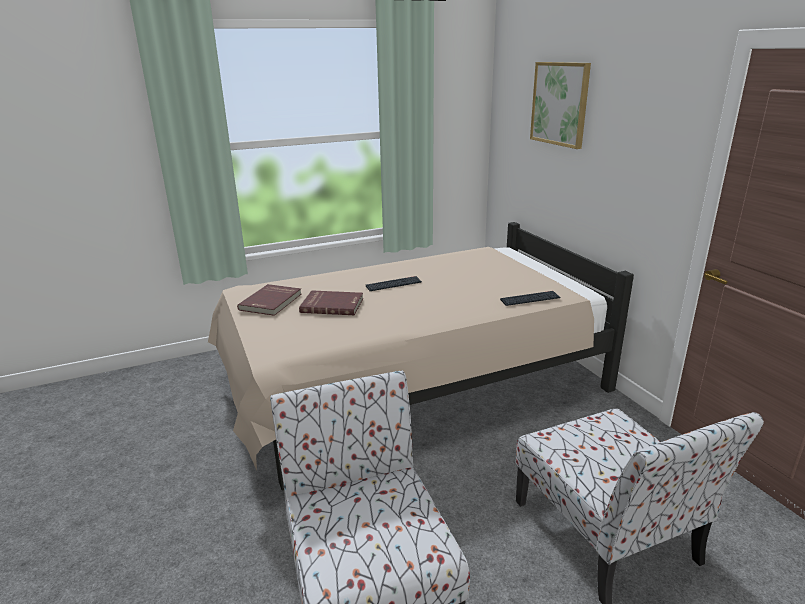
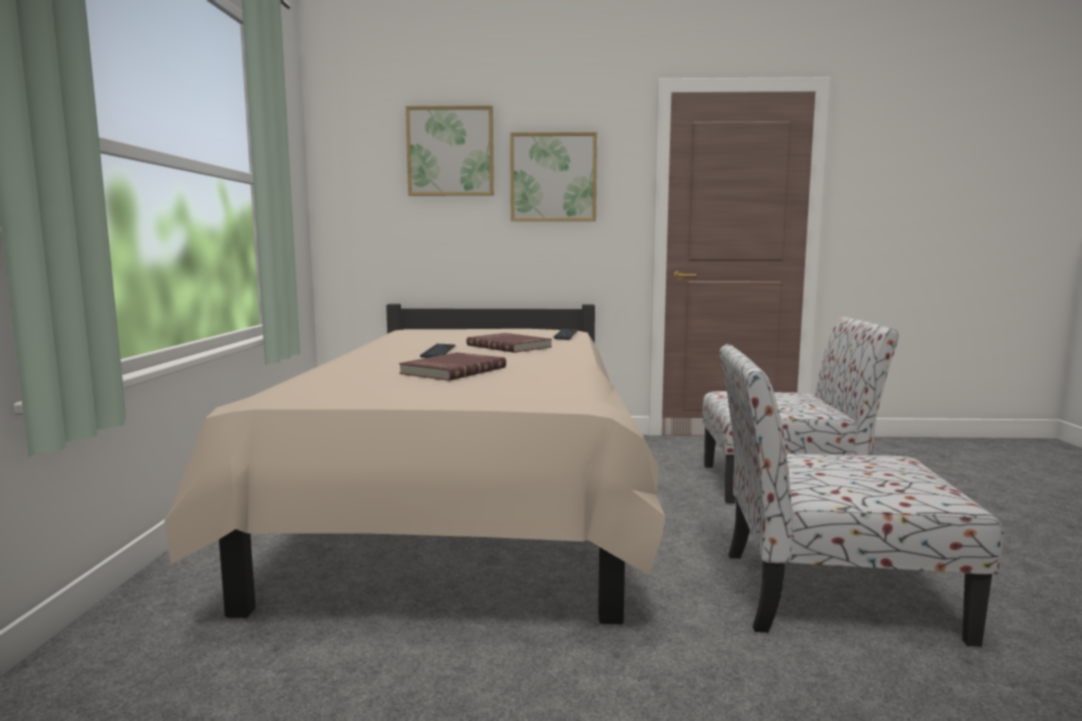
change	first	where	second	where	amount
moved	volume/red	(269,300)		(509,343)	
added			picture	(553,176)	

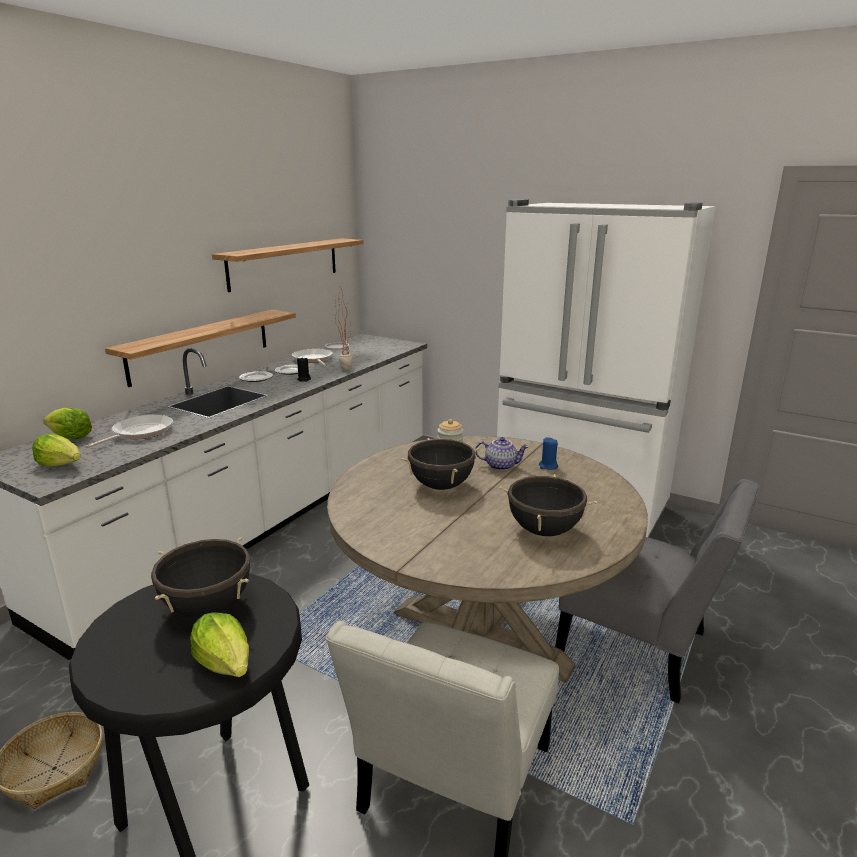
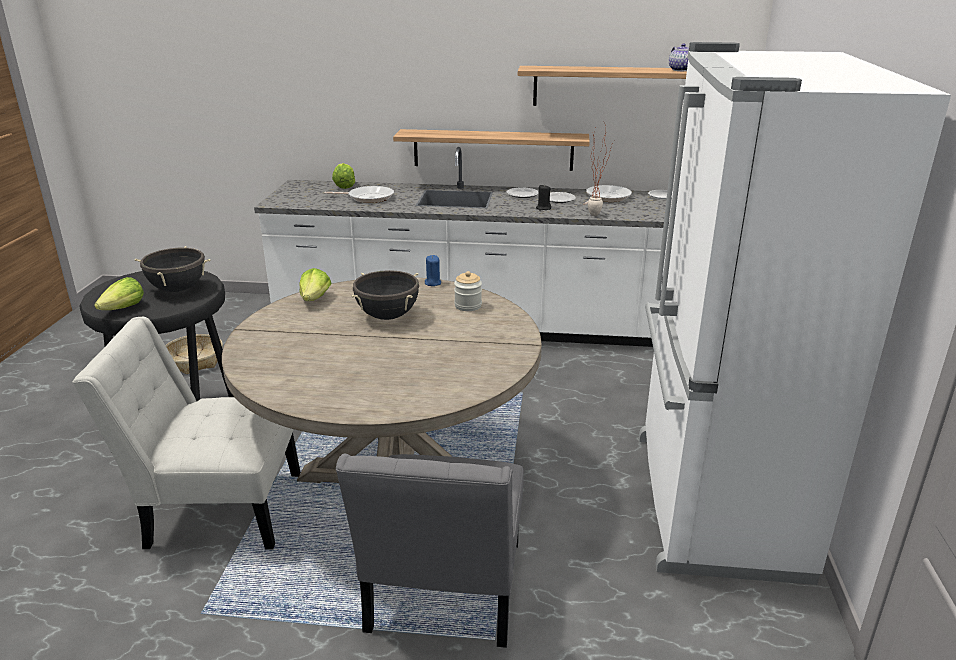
change	first	where	second	where	amount
moved	lettuce	(56,450)		(315,284)	
moved	candle/bluish	(548,453)		(433,270)	
moved	tea pot	(502,454)		(679,57)	
removed	stockpot/blackish	(548,505)			

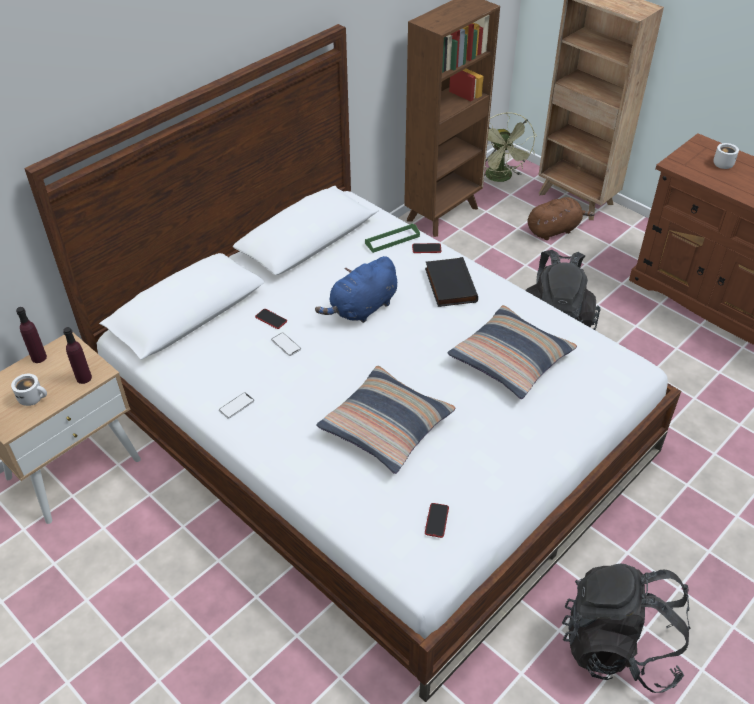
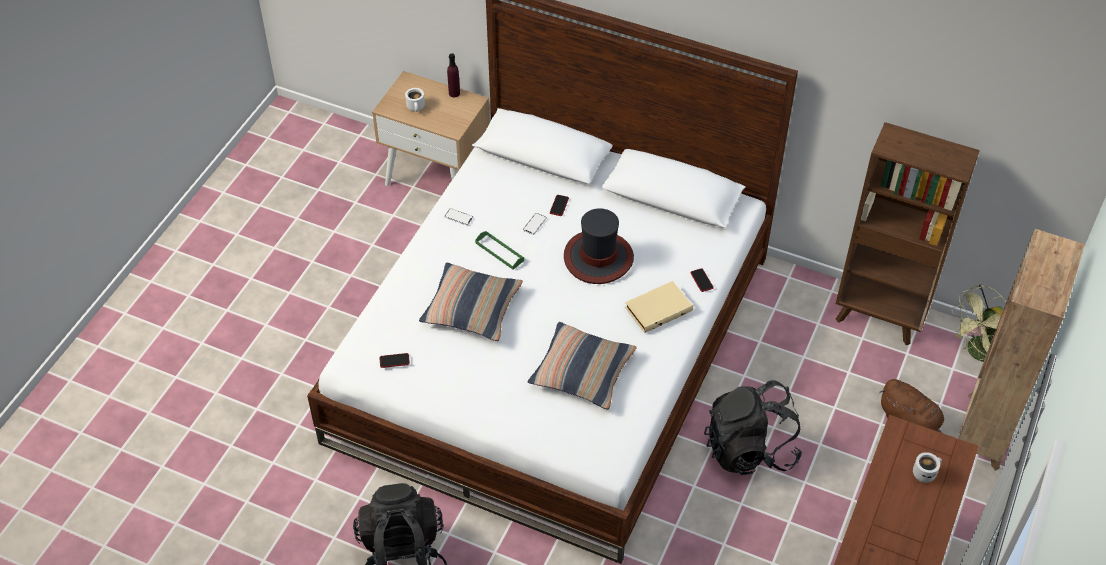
change	first	where	second	where	amount
moved	tray/greenish	(392,238)		(499,250)	
replaced	soft toy/bluish	(356,289)	hat	(599,246)	
recoloured	volume/blackish	(451,282)	volume/beige-coloured	(659,307)	
removed	drink bottle/purplish	(77,355)			

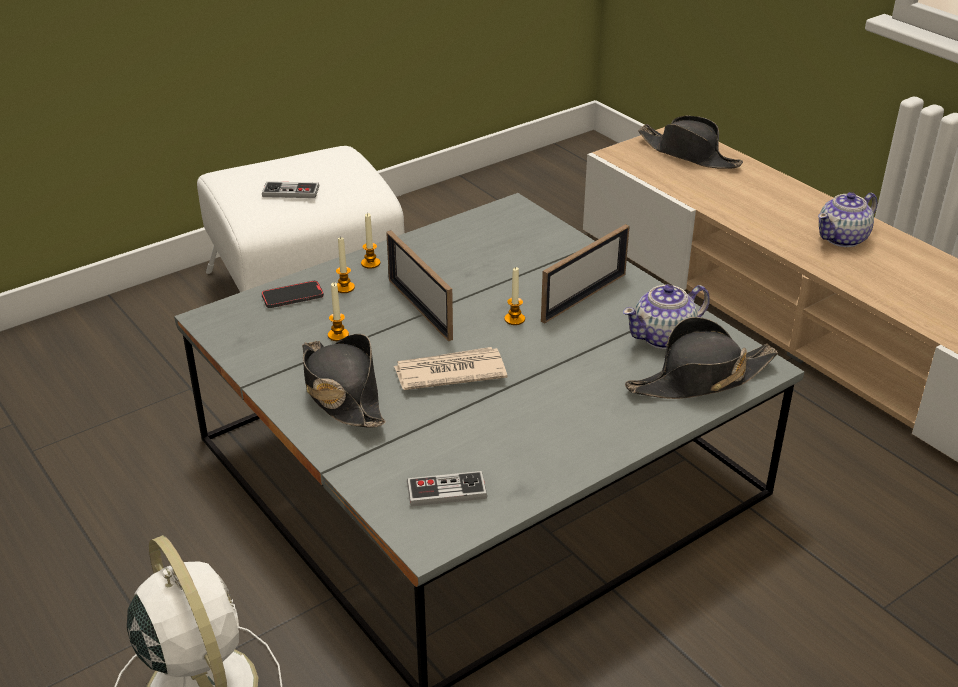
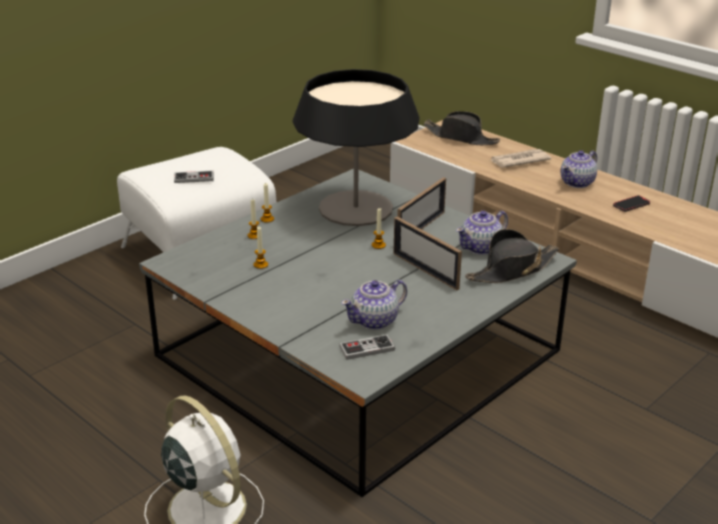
change	first	where	second	where	amount
added			tabletop lamp	(356,147)	
added			tea pot	(374,305)	
moved	standing frame	(419,285)		(427,253)	
moved	newspaper	(450,368)		(520,158)	
moved	telephone	(293,294)		(631,203)	
removed	hat/blackish	(344,381)			

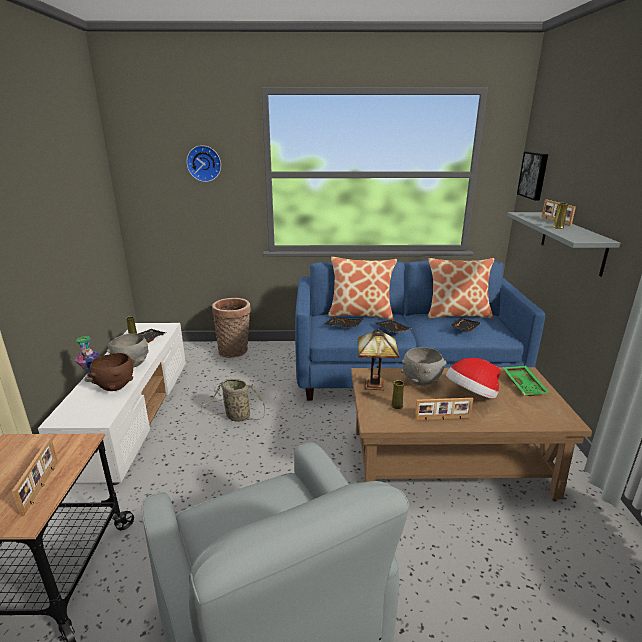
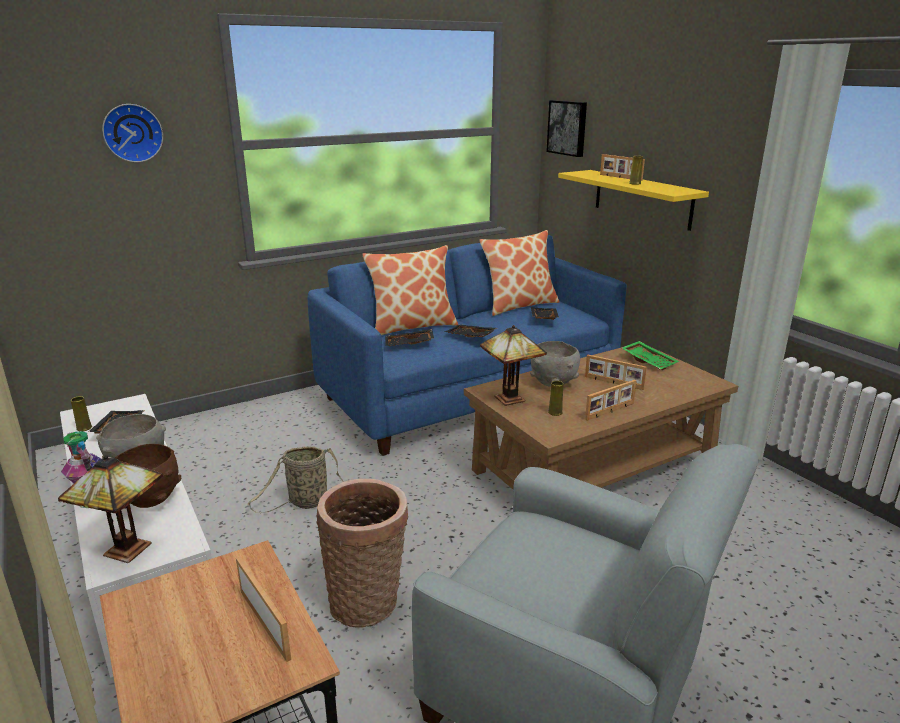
change	first	where	second	where	amount
added			tabletop lamp	(110,509)	
moved	household basket	(231,328)		(362,553)	
recoloured	bracket shelf/grey	(563,244)	bracket shelf/yellow	(633,200)	
replaced	hat	(473,378)	standing frame	(616,372)	

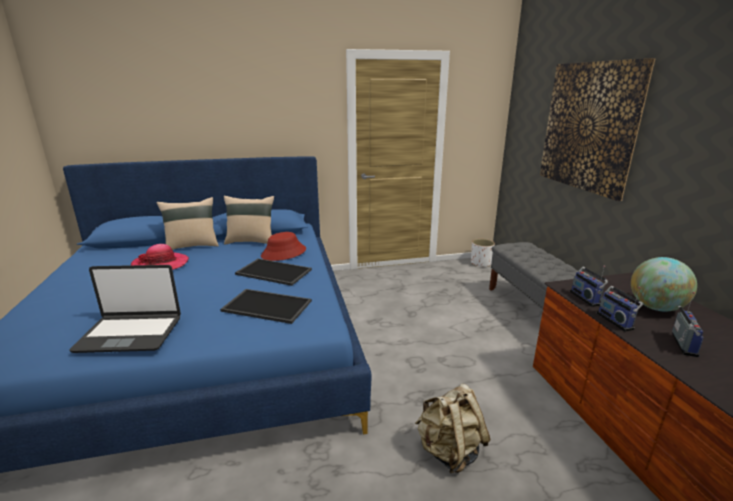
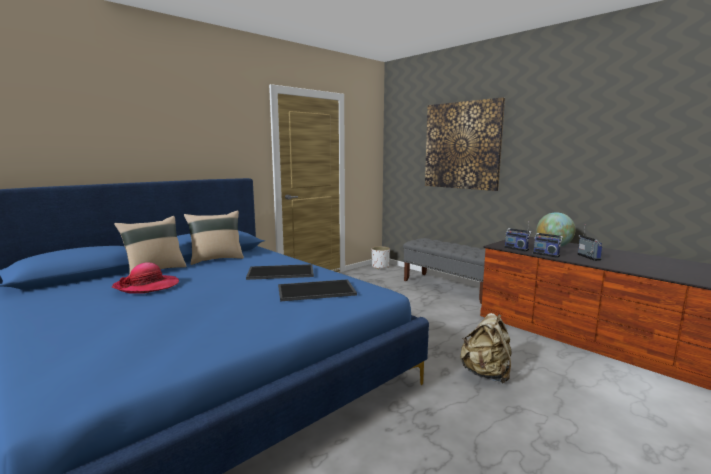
change	first	where	second	where	amount
removed	notebook computer	(125,309)			
removed	hat/red	(283,246)			

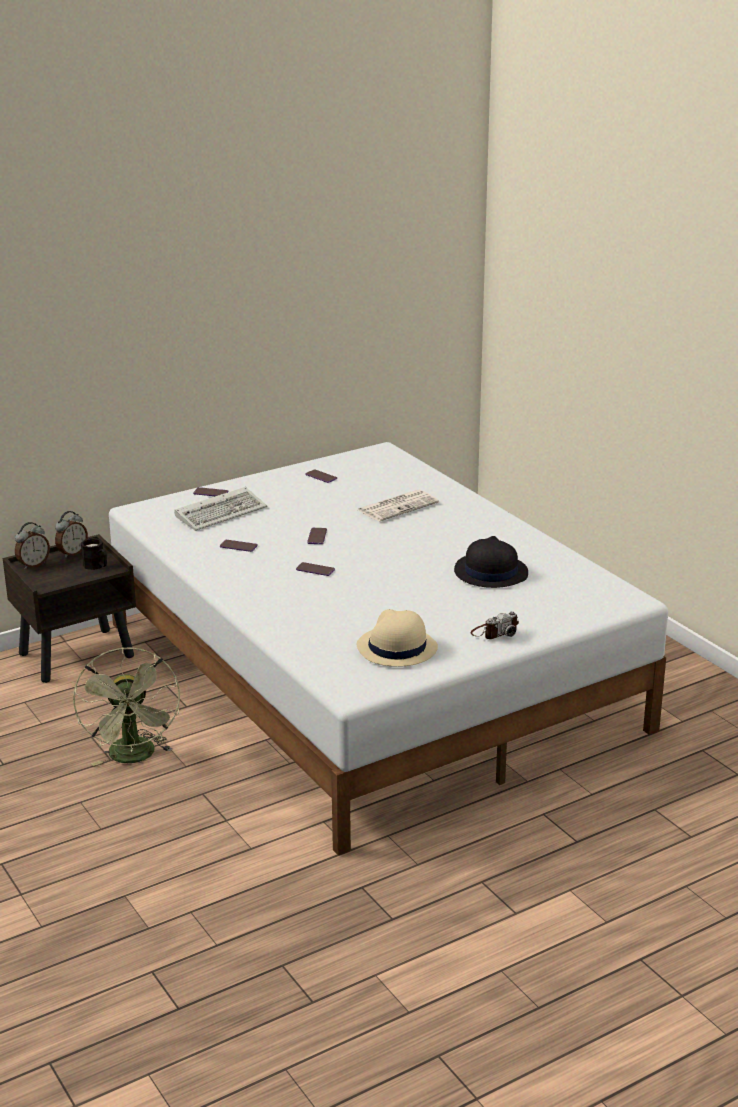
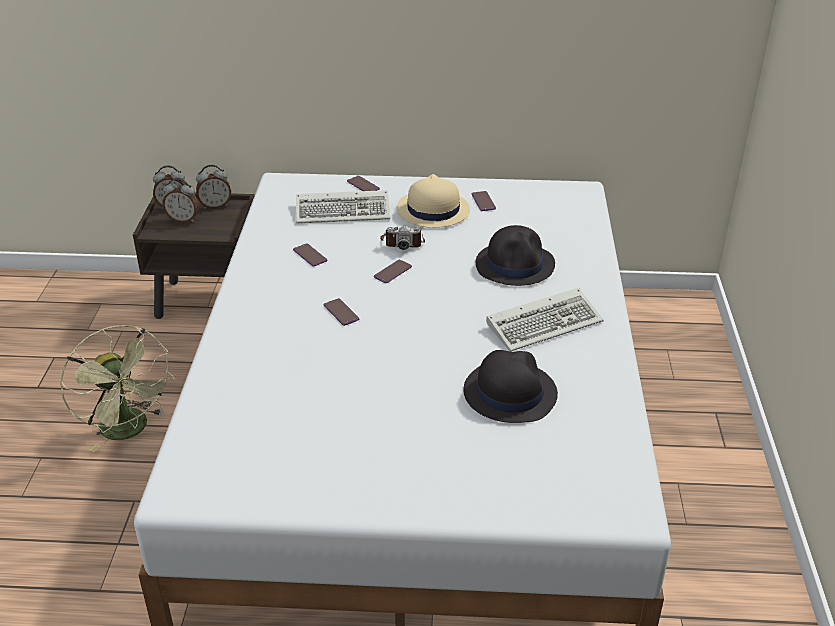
change	first	where	second	where	amount
turned	fan/greenish	(126,706)		(117,388)	60 degrees counterclockwise
added			bedside clock	(180,200)	
moved	still camera	(494,625)		(402,238)	
moved	hat/beige-coloured	(397,638)		(433,201)	
replaced	newspaper	(398,506)	hat/blackish	(515,255)	
added			computer keyboard	(545,319)	
removed	coffee mug/blackish	(94,554)			

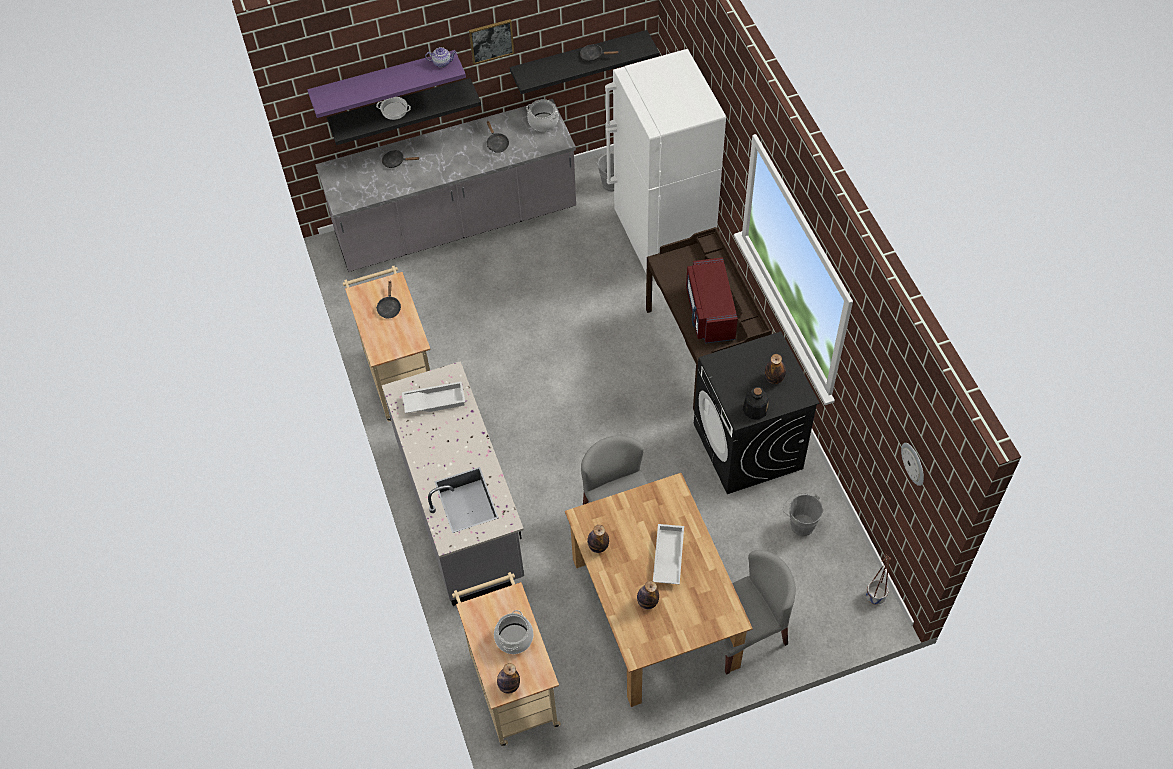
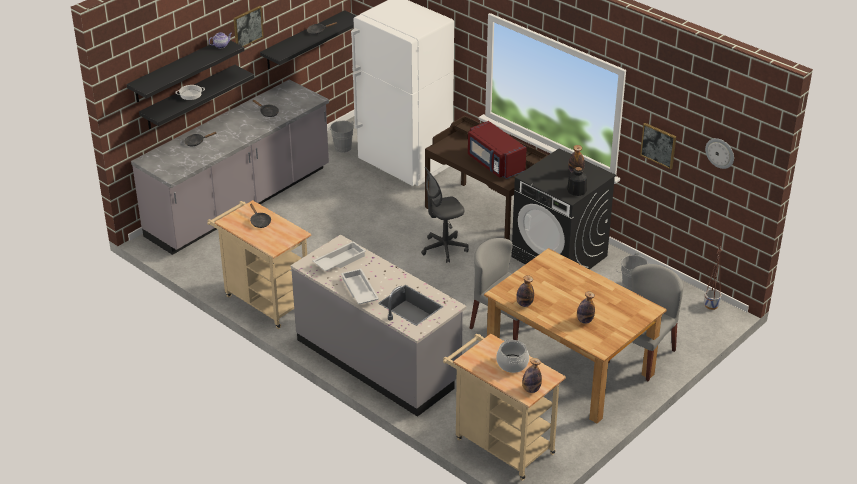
change	first	where	second	where	amount
recoloured	bracket shelf/purplish	(386,84)	bracket shelf/blackish	(185,71)	
moved	tray/white-coloured	(668,554)		(360,286)	
added			desk chair/grey	(445,215)	
added			picture	(658,146)	
removed	stockpot	(542,115)			

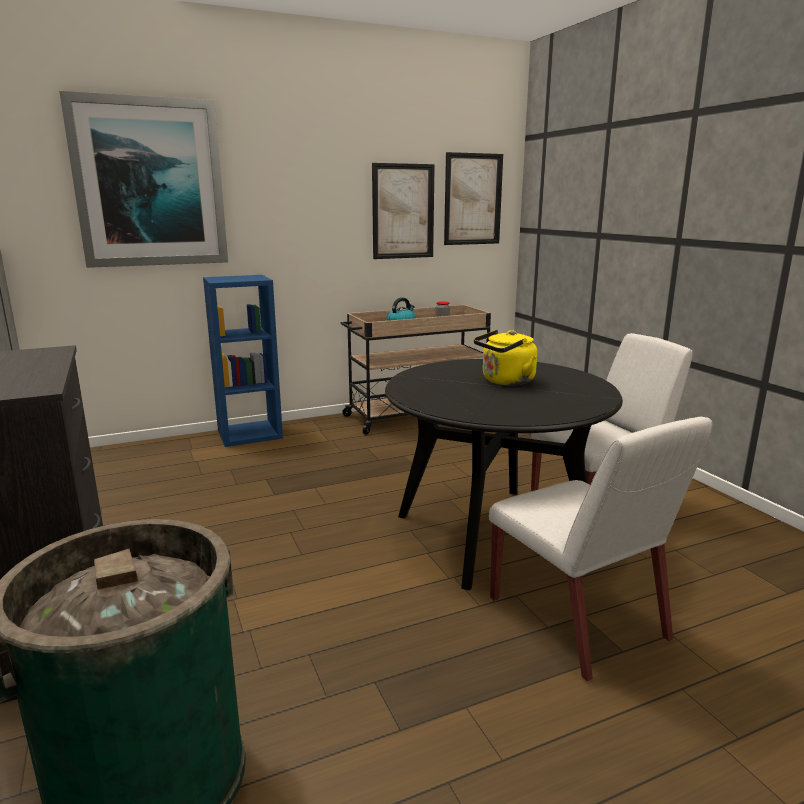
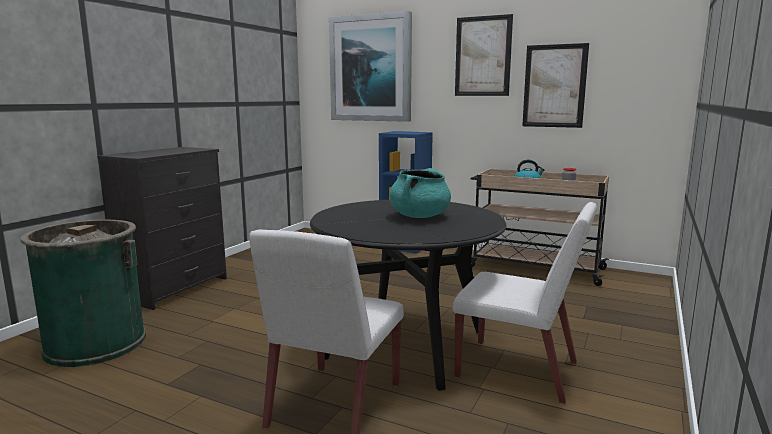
change	first	where	second	where	amount
replaced	water kettle/yellow	(505,358)	stockpot/turquoise-coloured	(420,193)	
moved	picture	(473,198)		(484,55)	

